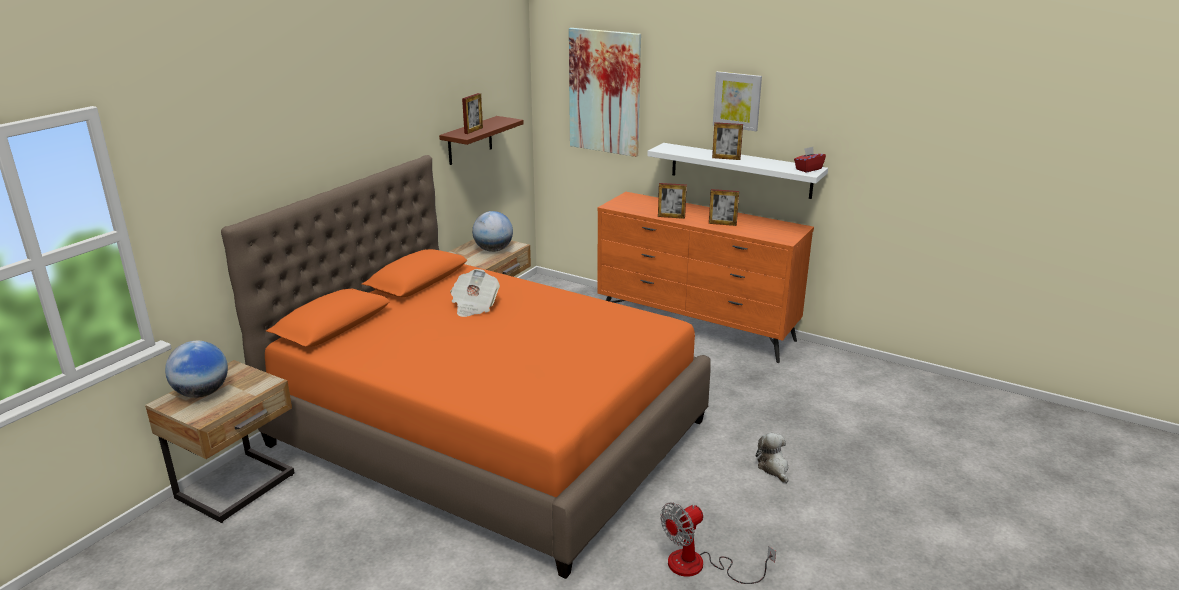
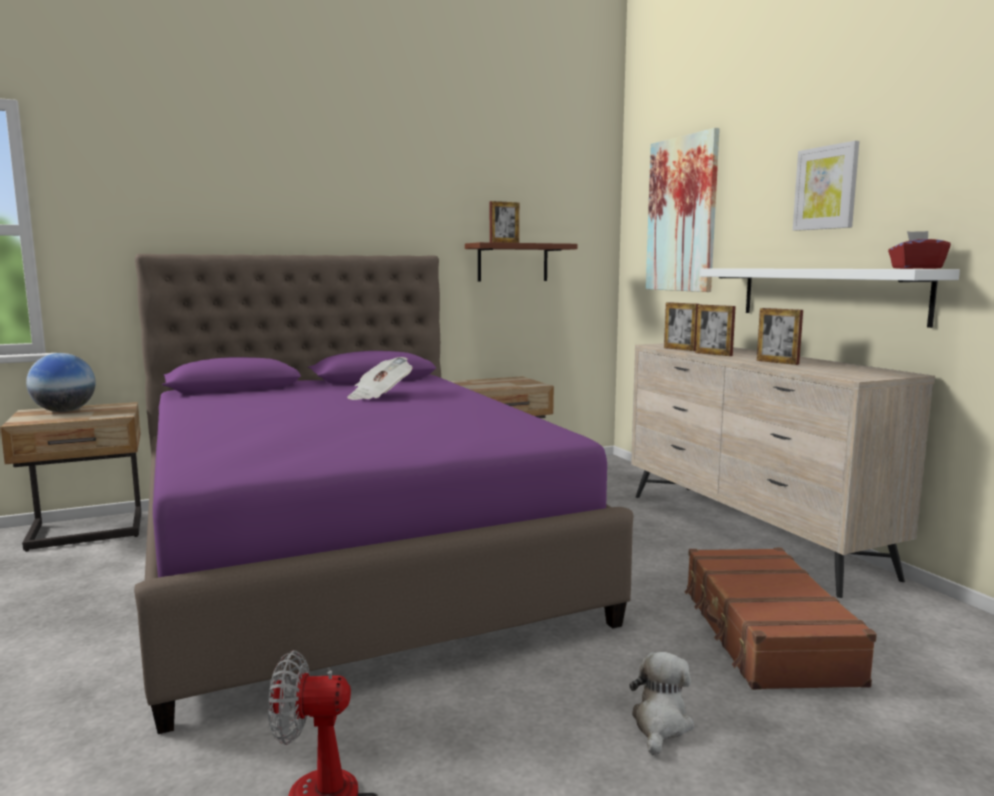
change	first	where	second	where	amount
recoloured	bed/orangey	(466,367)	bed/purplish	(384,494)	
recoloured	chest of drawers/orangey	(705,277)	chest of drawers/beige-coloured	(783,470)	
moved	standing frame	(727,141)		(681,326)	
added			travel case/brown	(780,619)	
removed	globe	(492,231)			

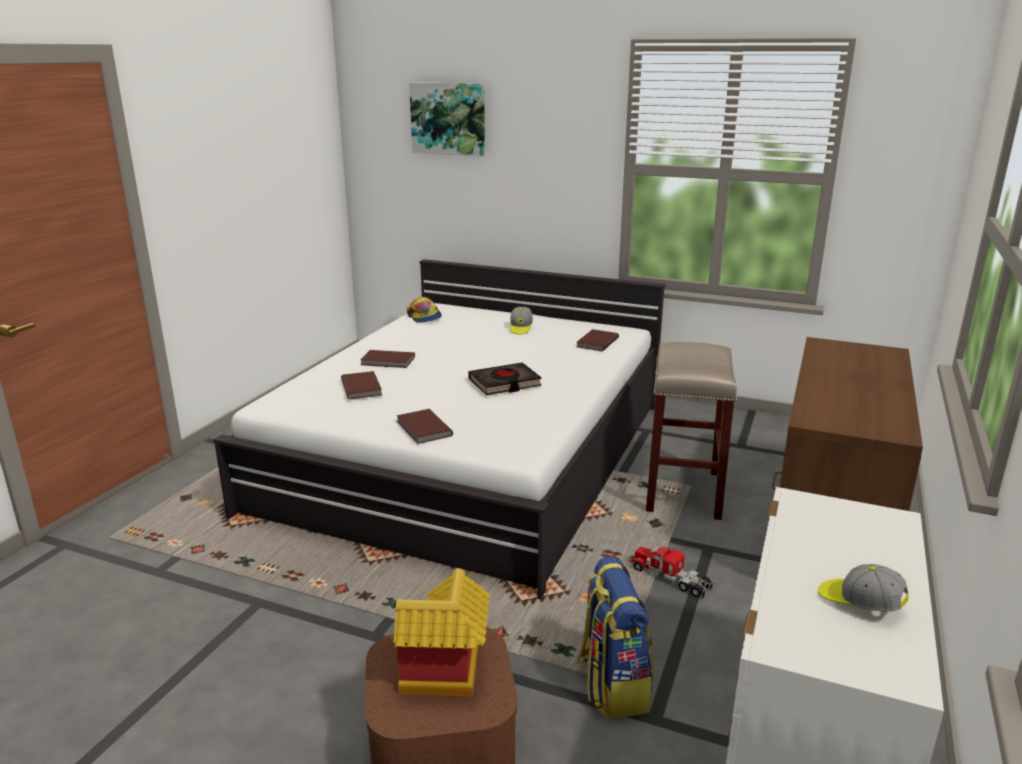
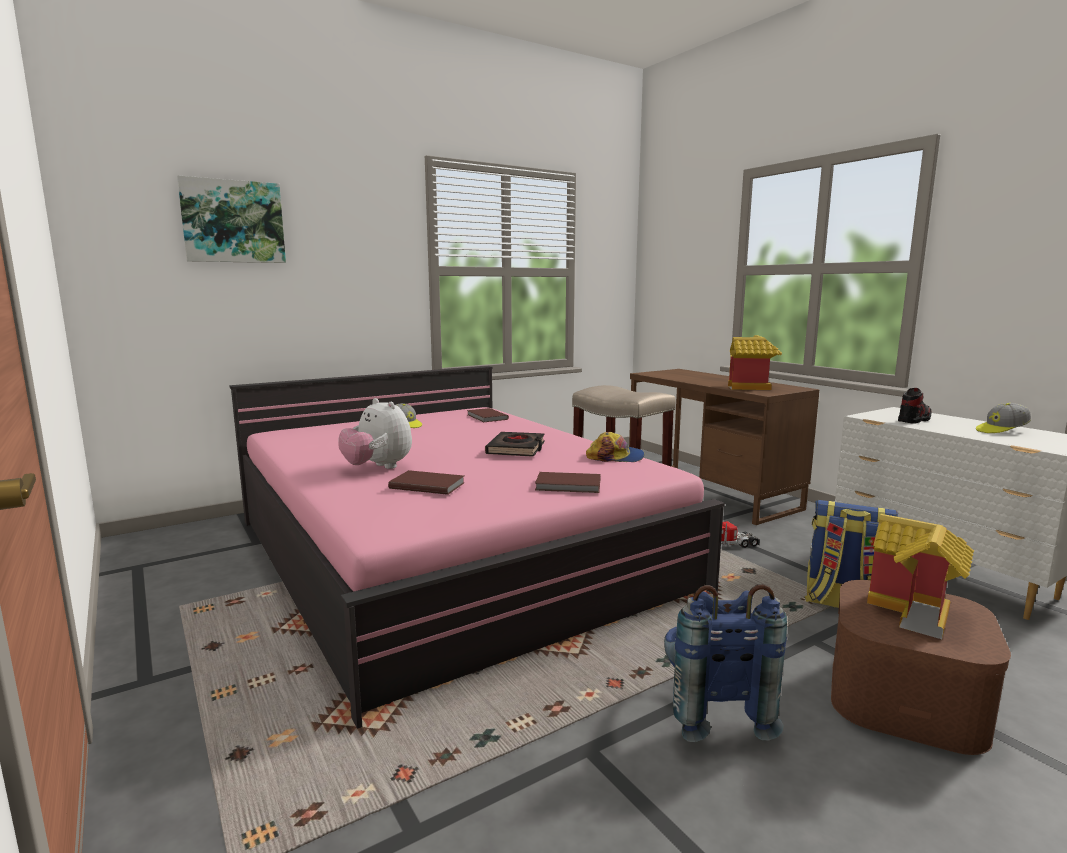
change	first	where	second	where	amount
recoloured	bed/white-coloured	(439,429)	bed/pinkish	(477,547)	
replaced	volume/brown	(388,359)	soft toy	(375,433)	
moved	baseball cap	(424,310)		(615,447)	
added			rucksack/bluish	(725,663)	
added			toy house	(755,362)	
added			low shoe	(915,406)	

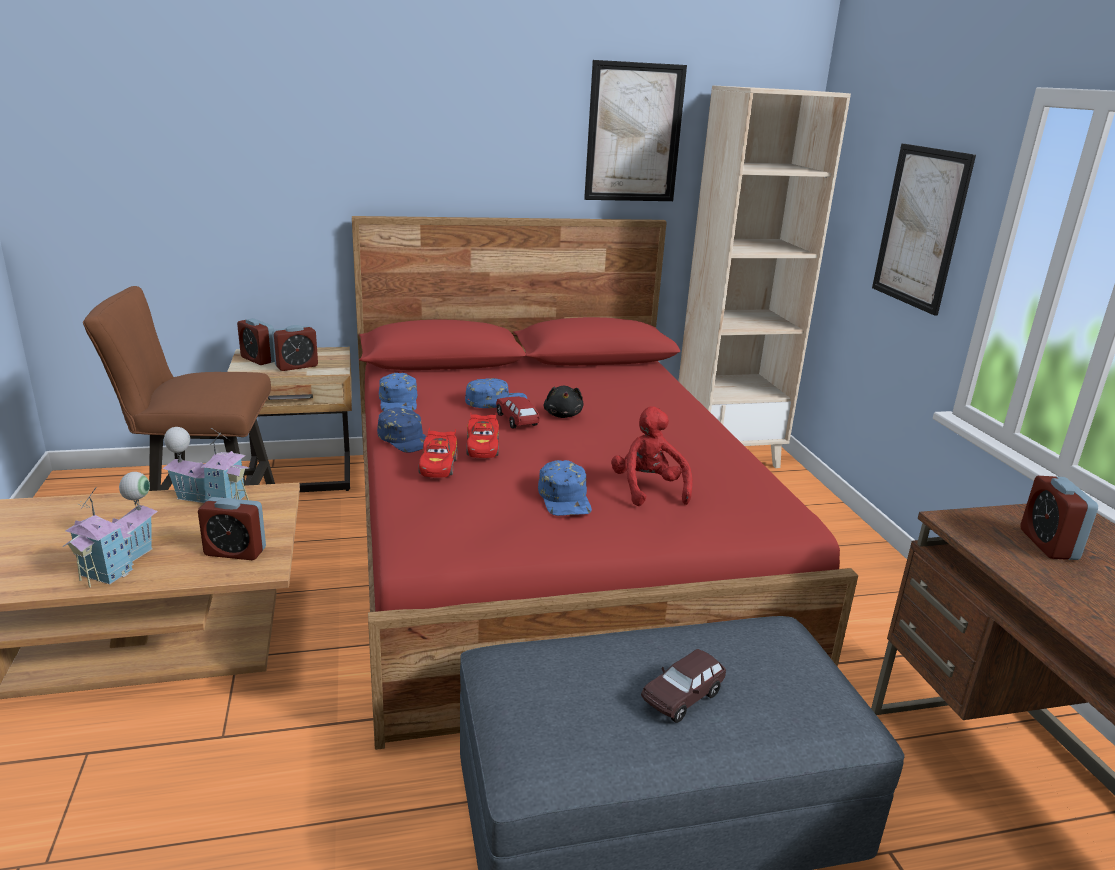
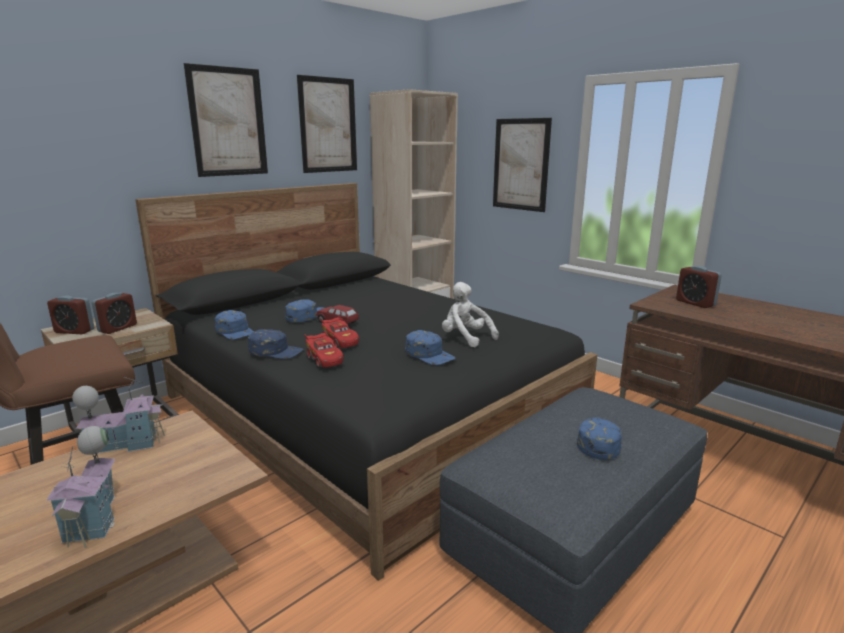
change	first	where	second	where	amount
recoloured	bed/red	(605,483)	bed/blackish	(366,382)	
added			picture	(226,120)	
recoloured	soft toy/red	(651,456)	soft toy/white-coloured	(470,314)	
replaced	toy car/brown	(683,686)	baseball cap/bluish	(599,438)	
removed	bedside clock	(232,528)			
removed	soft toy/blackish	(563,402)			

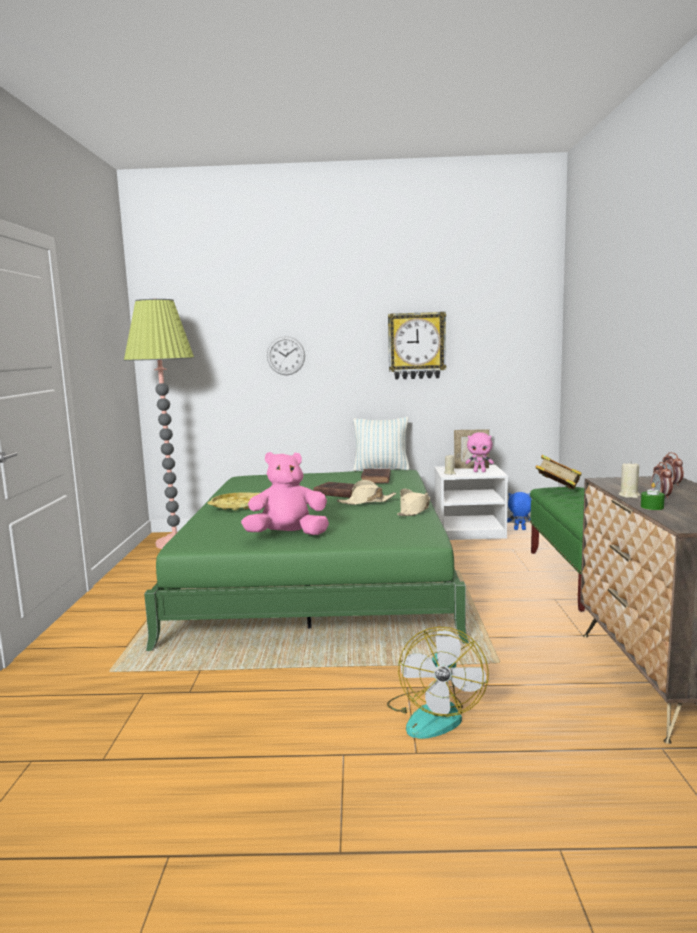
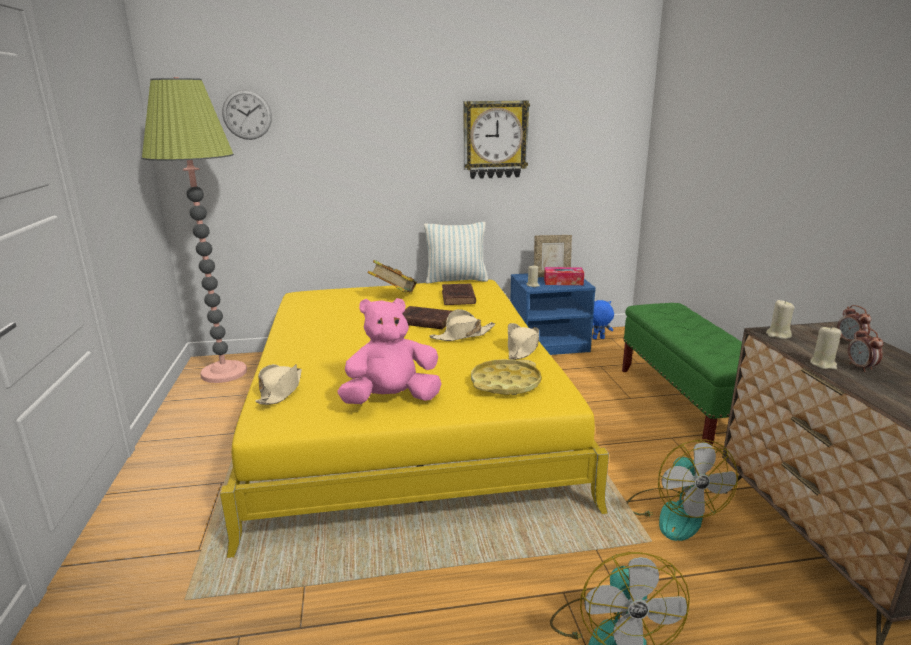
change	first	where	second	where	amount
recoloured	bed/greenish	(306,560)	bed/yellow	(414,419)	
moved	wall clock	(286,355)		(247,115)	
added			hat/beige-coloured	(279,384)	
moved	volume	(558,472)		(392,276)	
moved	tray/yellow	(234,501)		(506,377)	
recoloured	night table/white-coloured	(471,502)	night table/bluish	(553,314)	
replaced	soft toy/pinkish	(479,452)	tissue holder	(564,276)	
added			fan	(682,490)	
added			candle/beige-coloured	(780,319)	
removed	candle/greenish	(653,496)			

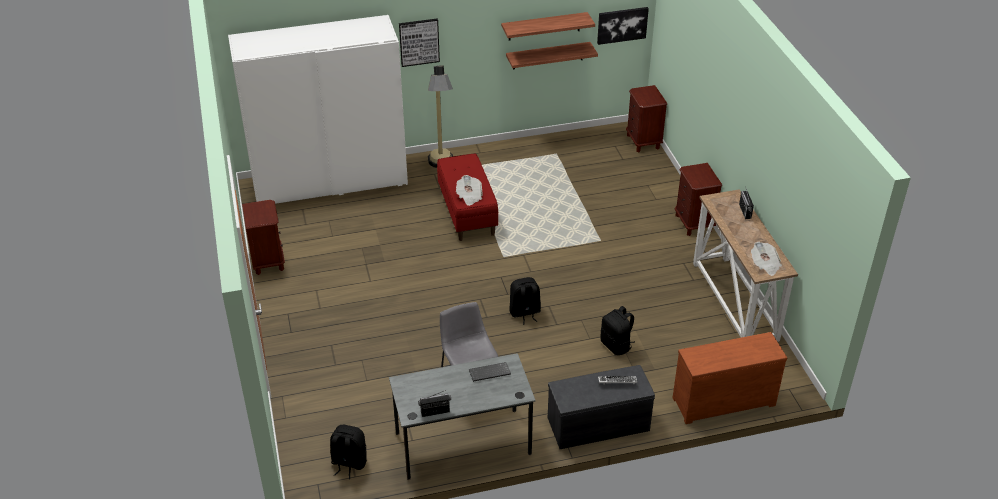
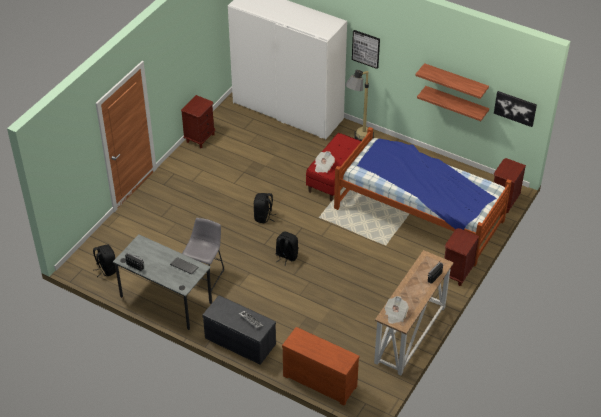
change	first	where	second	where	amount
moved	rucksack/blackish	(617,330)		(265,208)	
added			bed	(423,196)	

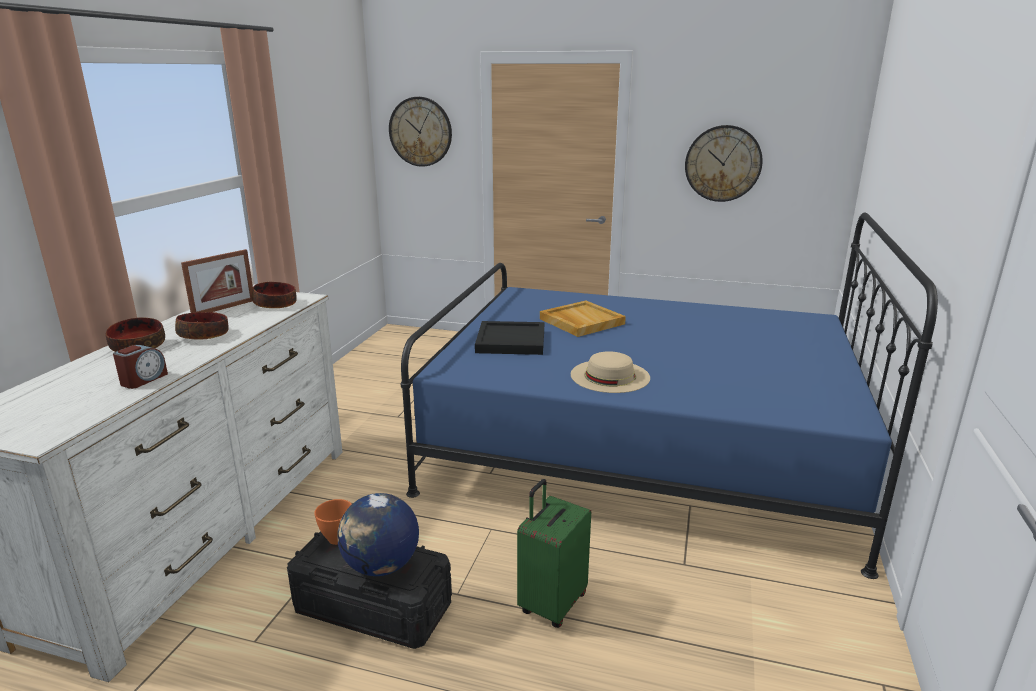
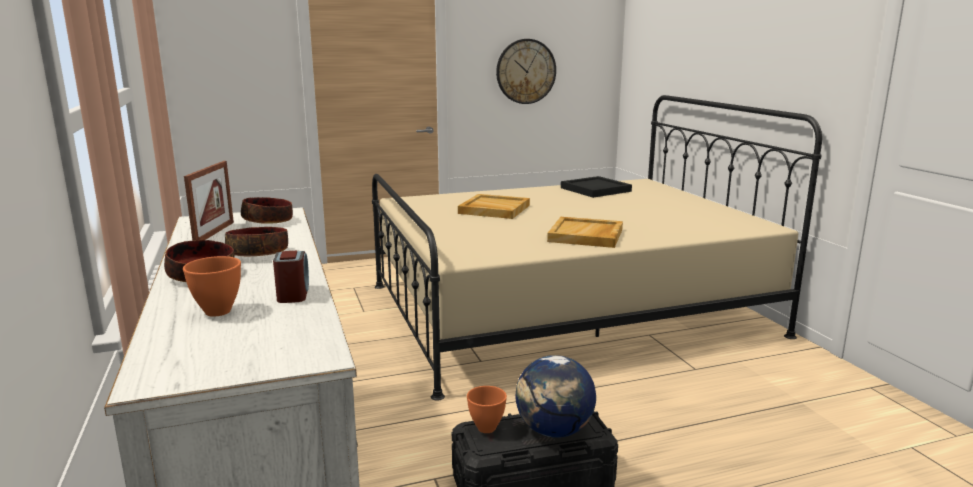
change	first	where	second	where	amount
added			bowl/orangey	(212,286)	
recoloured	bed/bluish	(669,395)	bed/beige-coloured	(597,248)	
replaced	hat/beige-coloured	(610,372)	tray/beige-coloured	(585,232)	
moved	tray/blackish	(509,338)		(596,187)	
removed	wall clock	(420,132)			
removed	travel case/greenish	(554,553)			

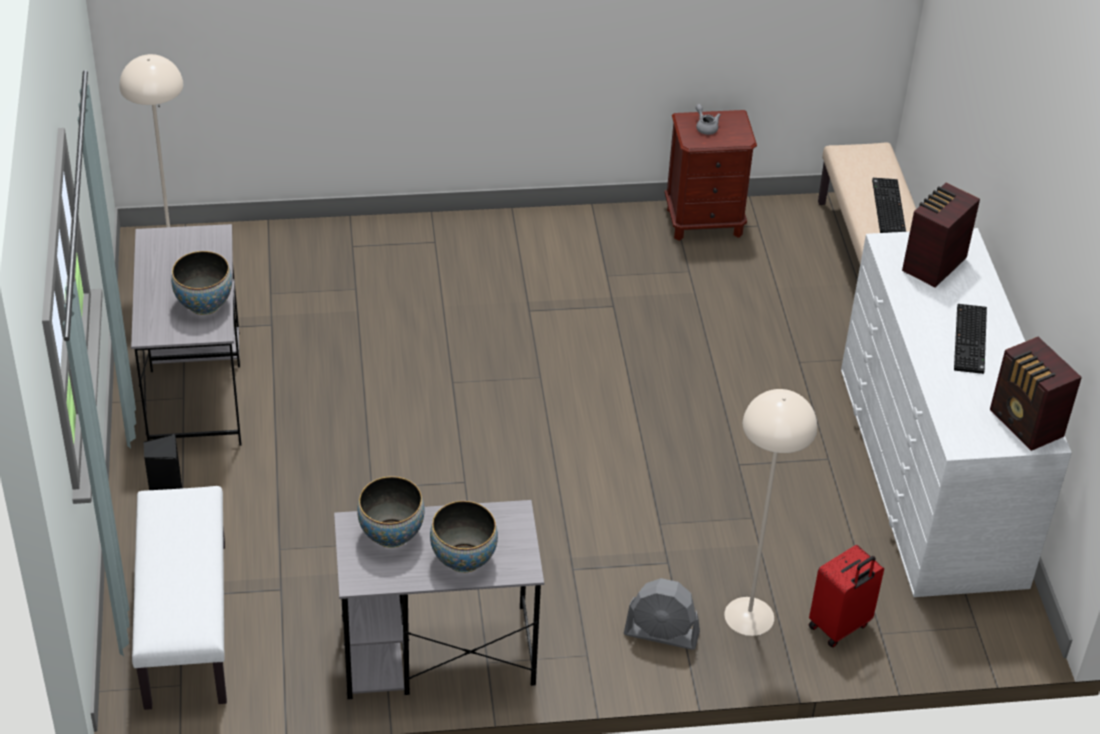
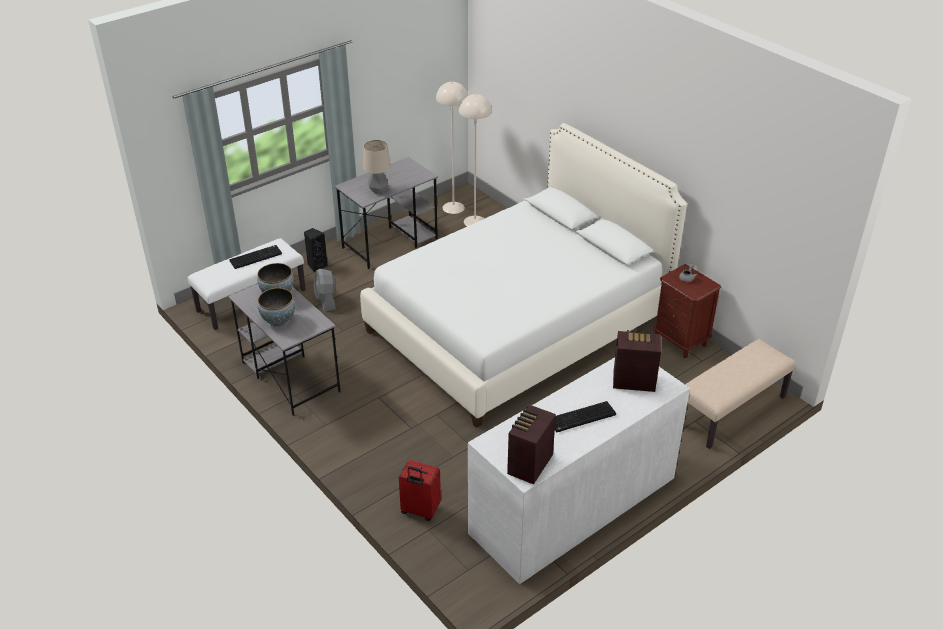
change	first	where	second	where	amount
moved	computer keyboard	(889,205)		(255,257)	
moved	fan/grey	(662,614)		(325,290)	
added			bed/white-coloured	(523,275)	
replaced	bowl	(201,283)	tabletop lamp	(377,167)	
moved	standard lamp/beige-coloured	(770,512)		(475,160)	

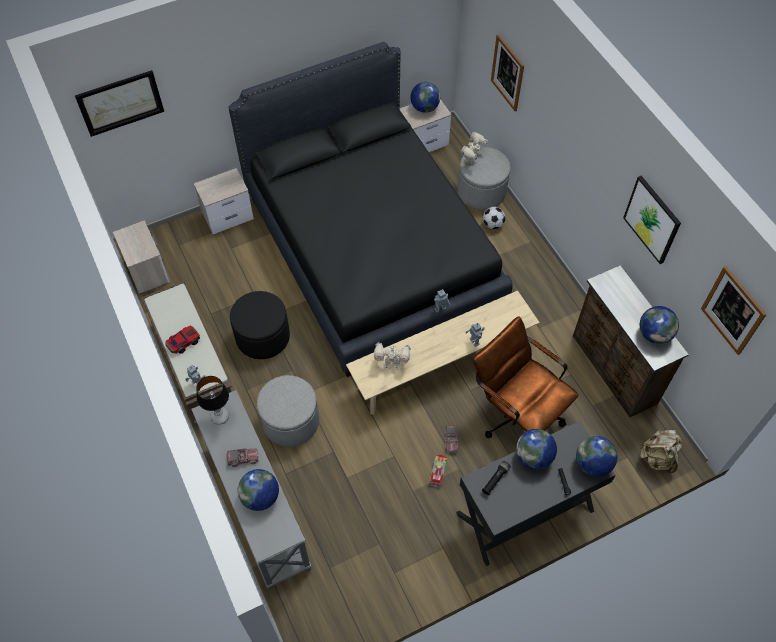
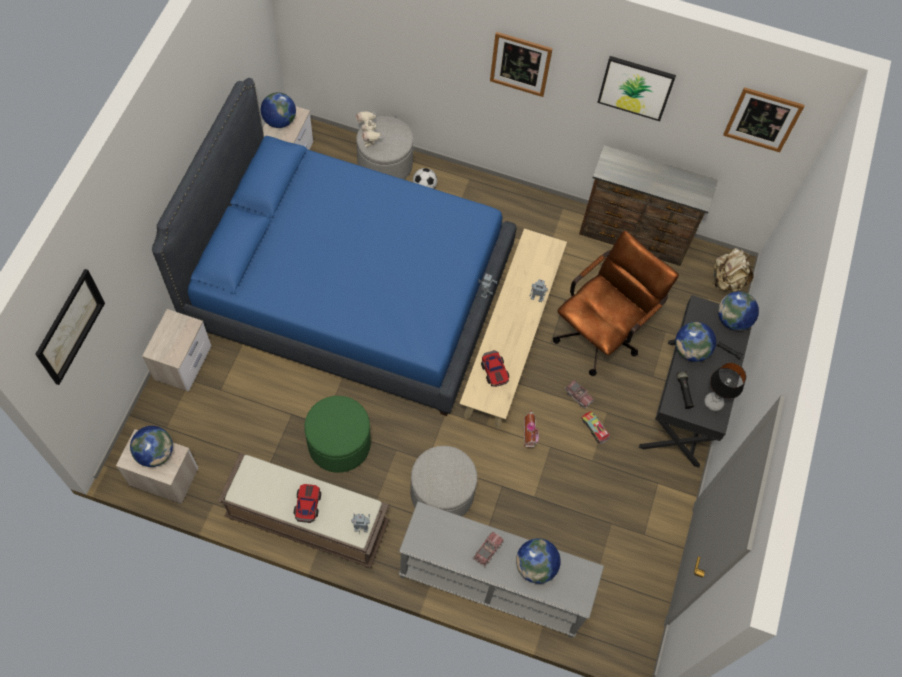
change	first	where	second	where	amount
moved	globe	(659,325)		(151,446)	
recoloured	bed/blackish	(370,209)	bed/bluish	(334,247)	
recoloured	ottoman/blackish	(260,325)	ottoman/greenish	(337,434)	
replaced	toy robot	(392,355)	toy car	(495,368)	
moved	picture	(507,72)		(521,64)	
added			toy house	(531,428)	
turned	desk chair/brown	(526,377)		(616,303)	135 degrees clockwise
moved	tabletop lamp	(212,400)		(725,386)	

